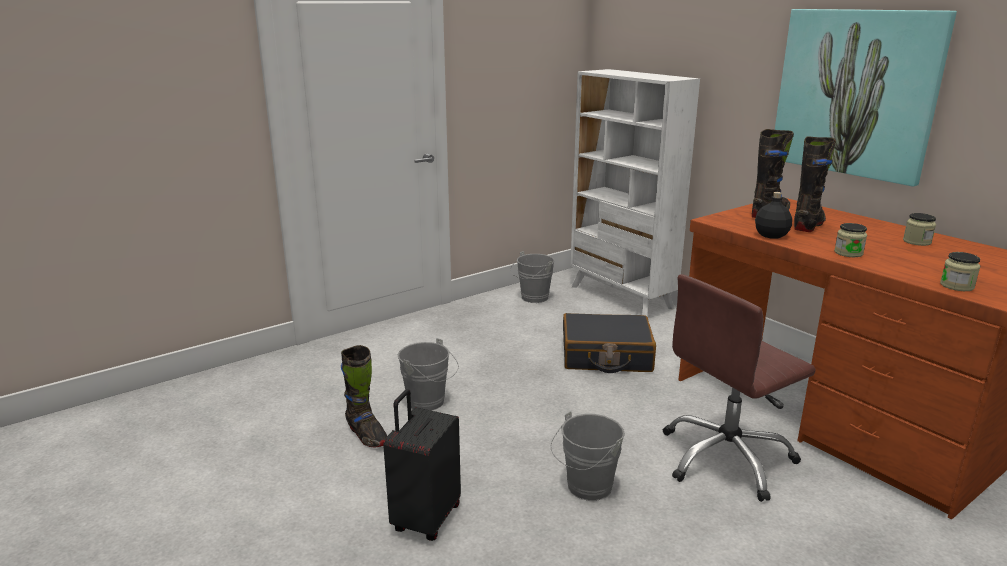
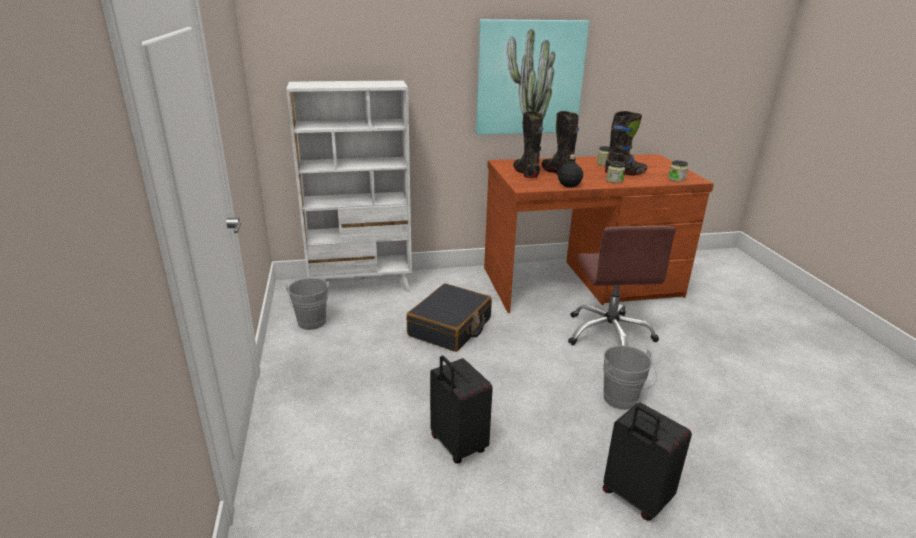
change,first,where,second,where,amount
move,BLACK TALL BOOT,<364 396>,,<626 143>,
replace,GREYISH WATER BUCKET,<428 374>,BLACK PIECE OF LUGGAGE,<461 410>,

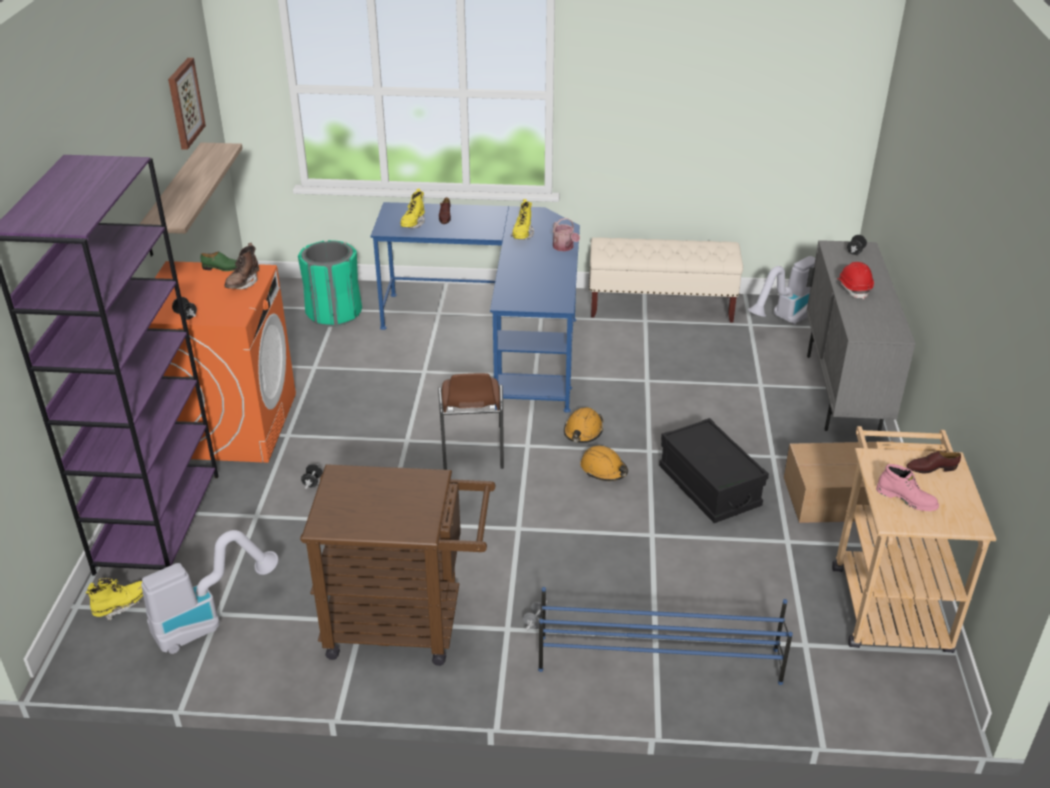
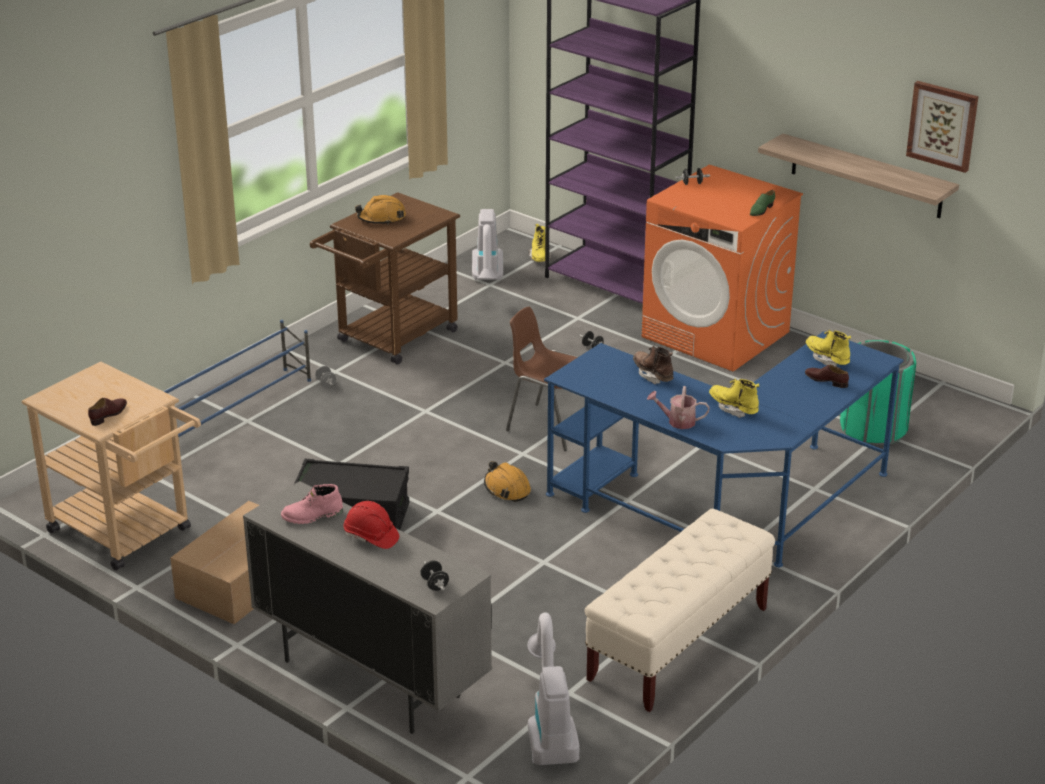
change,first,where,second,where,amount
move,BROWNISH TALL BOOT,<242 266>,,<653 365>,
move,ORANGEY WORK HELMET,<604 463>,,<380 210>,
move,PINK TALL BOOT,<907 487>,,<312 504>,

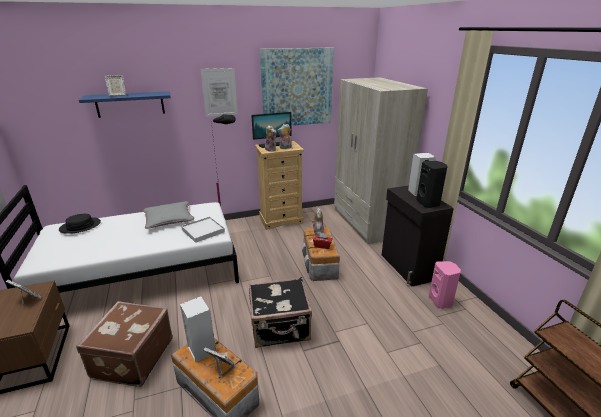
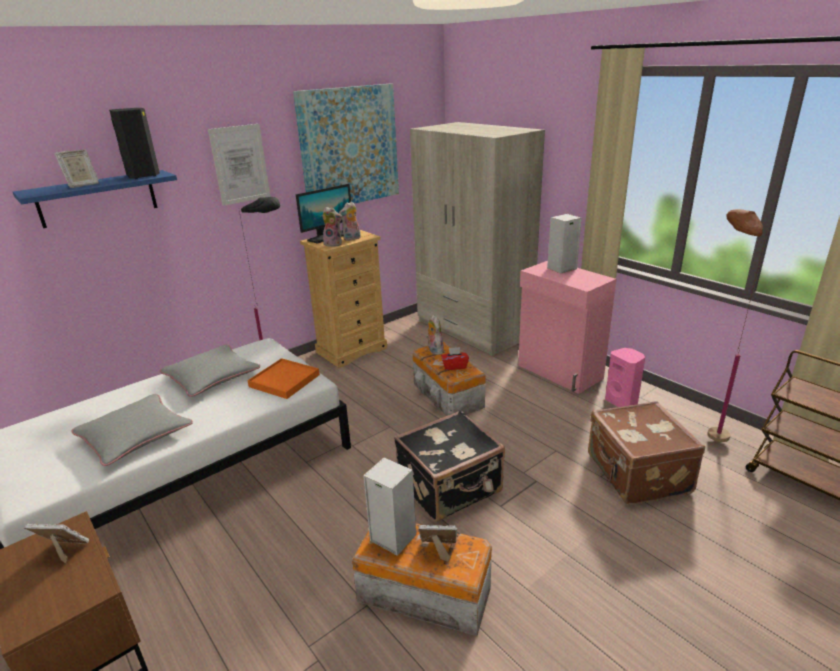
change,first,where,second,where,amount
delete,BLACK HAT,<80 224>,,,
insert,,,GREYISH PILLOW,<132 430>,
insert,,,BROWNISH FLOOR LAMP,<737 325>,
move,BROWNISH PIECE OF LUGGAGE,<124 344>,,<646 453>,
move,BLACK SPEAKER,<432 184>,,<134 143>,
recolor,WHITE CARRYING TRAY,<203 230>,ORANGEY CARRYING TRAY,<283 378>,
recolor,BLACK STORAGE CABINET,<418 235>,PINK STORAGE CABINET,<567 327>,

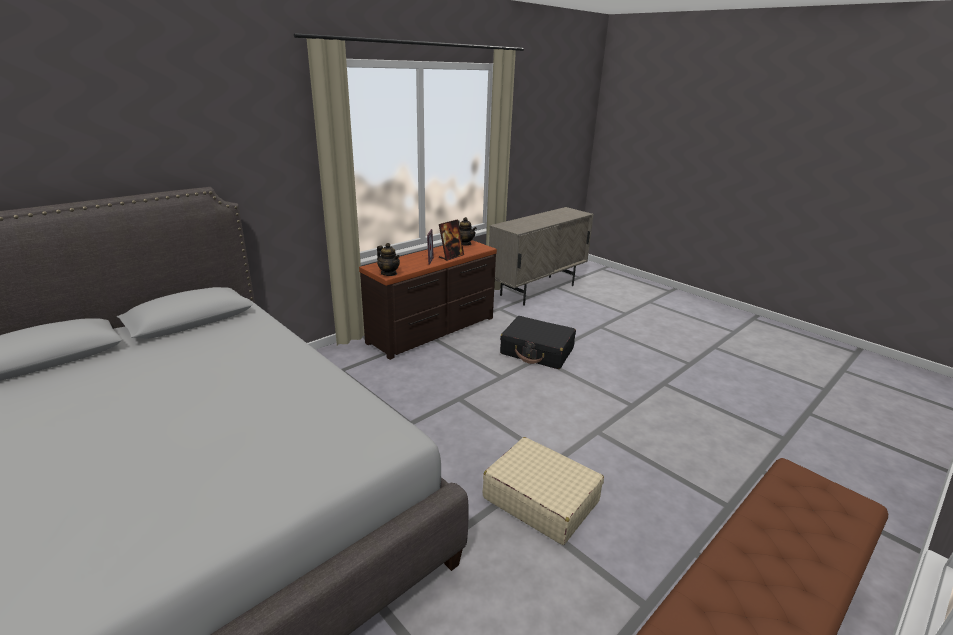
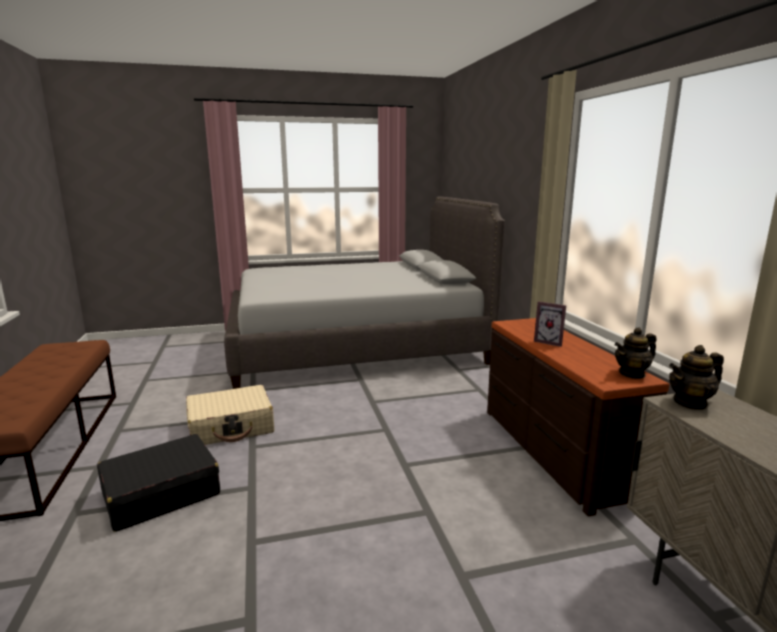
change,first,where,second,where,amount
delete,PICTURE FRAME,<451 240>,,,
move,TEAPOT,<388 259>,,<696 377>,
move,BLACK PIECE OF LUGGAGE,<538 342>,,<158 483>,

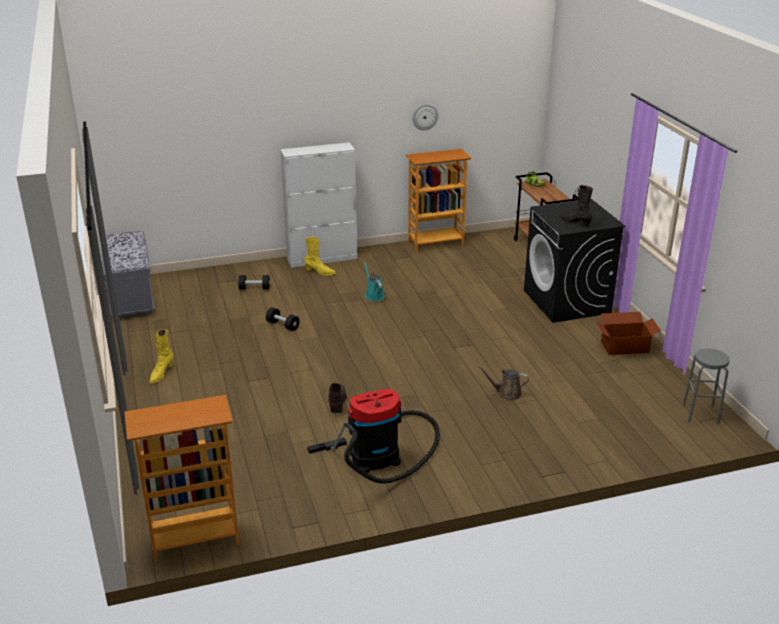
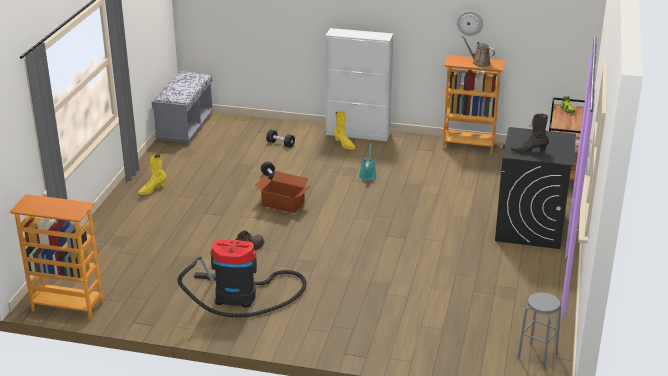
change,first,where,second,where,amount
move,BROWNISH WATERING POT,<503 383>,,<478 51>,
move,CARDBOARD BOX,<628 333>,,<282 192>,
rotate,BLACK TALL BOOT,<576 206>,,<530 134>,75 degrees counterclockwise

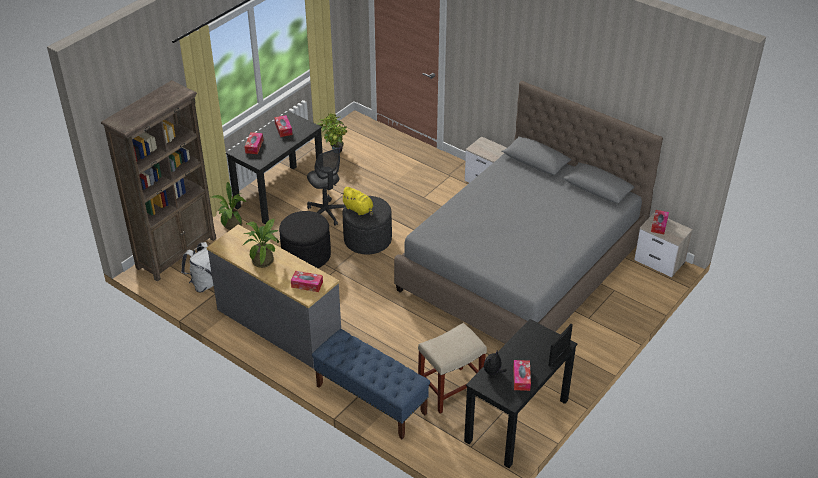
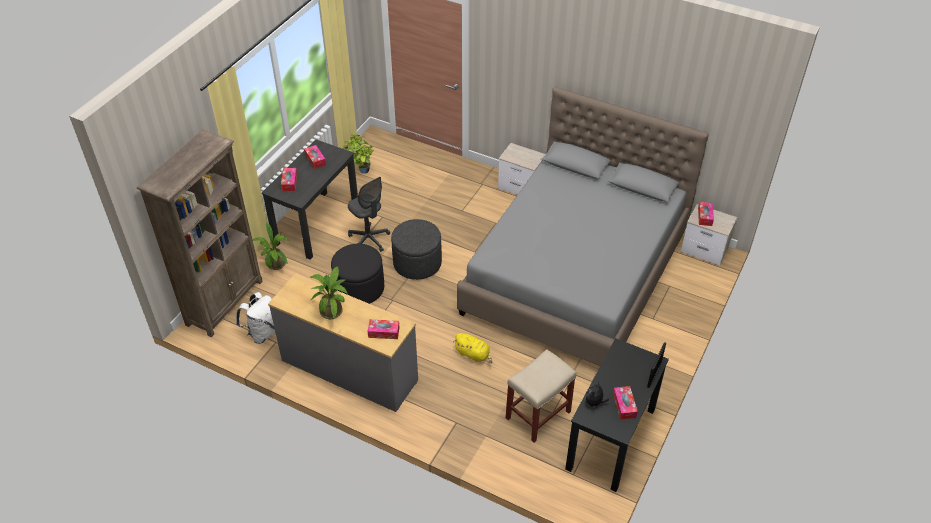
change,first,where,second,where,amount
delete,BLUISH INDOOR BENCH,<371 384>,,,
move,YELLOW-COLOURED PLUSH TOY,<357 201>,,<472 348>,

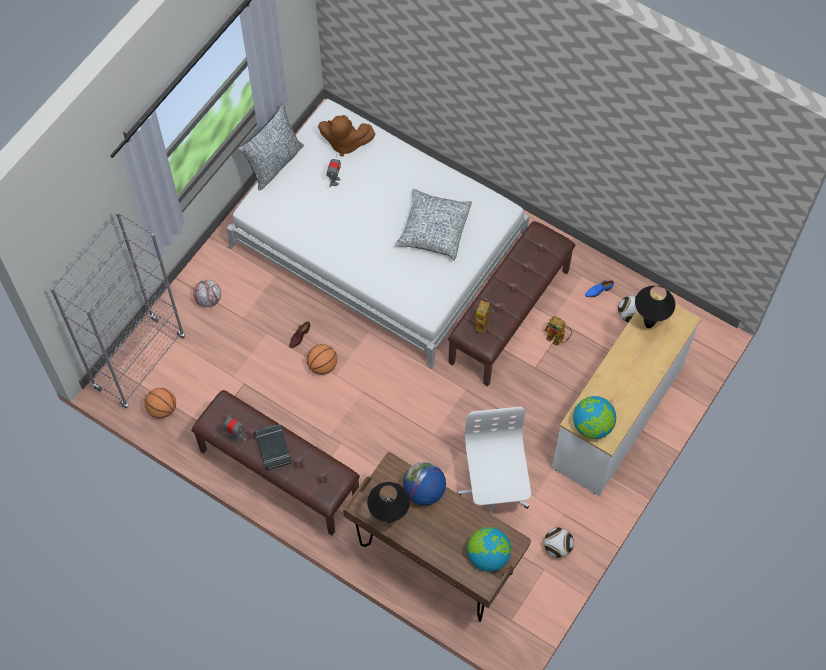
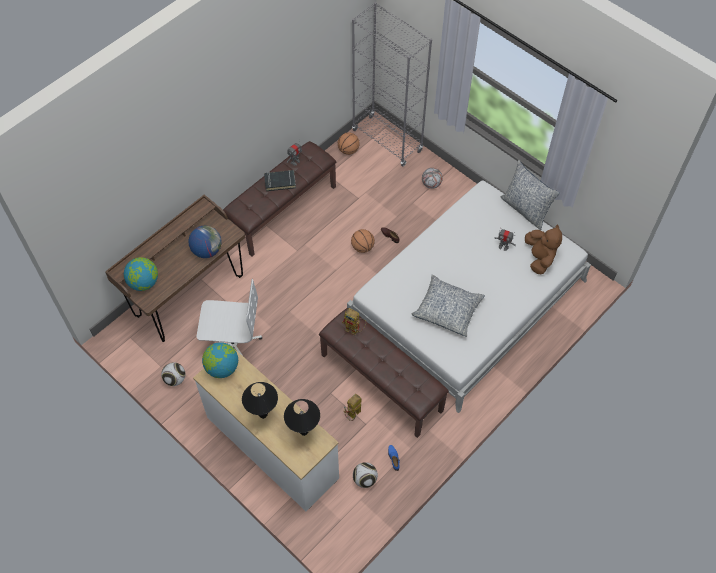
change,first,where,second,where,amount
move,BLACK TABLETOP LAMP,<388 502>,,<260 400>,
rotate,BROWNISH PLUSH TOY,<346 136>,,<543 249>,150 degrees clockwise

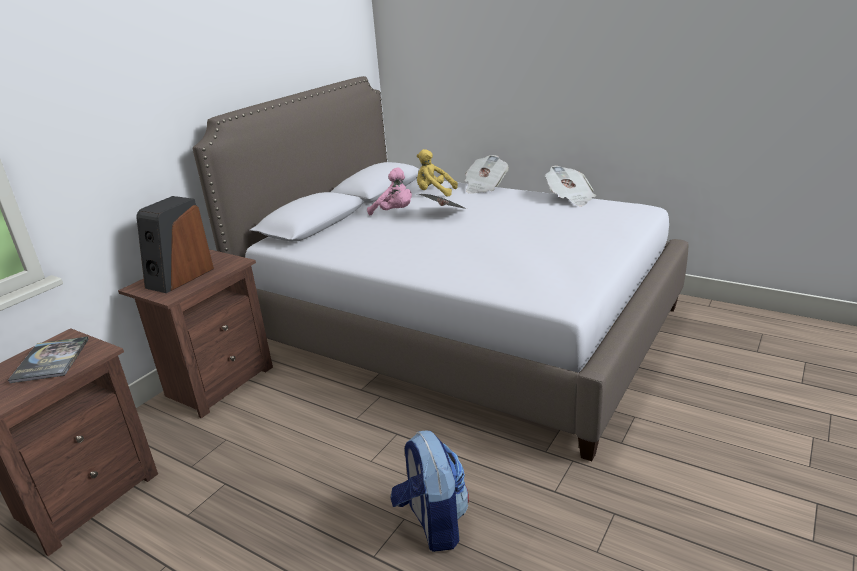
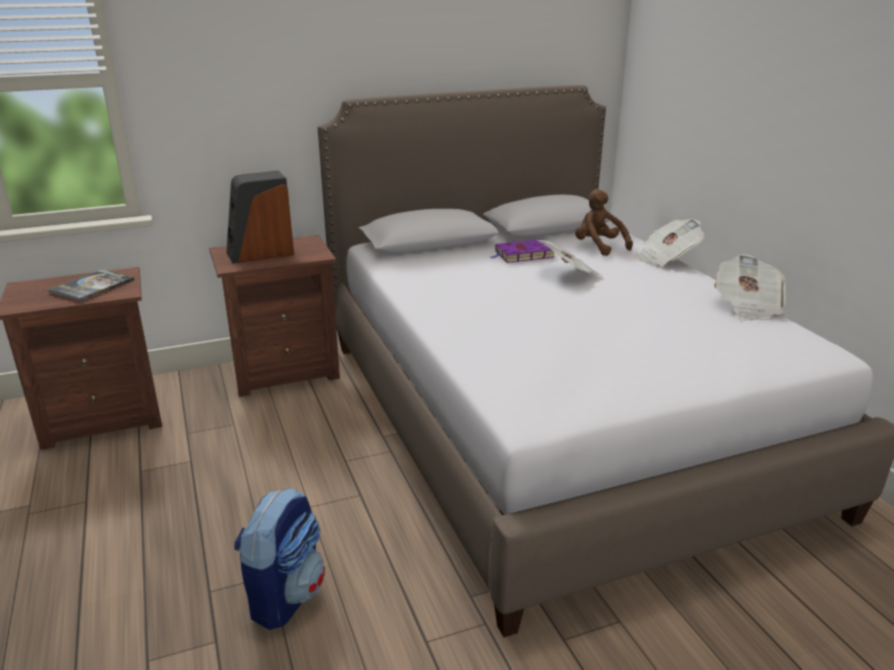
change,first,where,second,where,amount
replace,PINK PLUSH TOY,<389 191>,PURPLE-COLOURED BOUND BOOK,<523 251>,
recolor,YELLOW-COLOURED PLUSH TOY,<437 173>,BROWNISH PLUSH TOY,<604 222>,

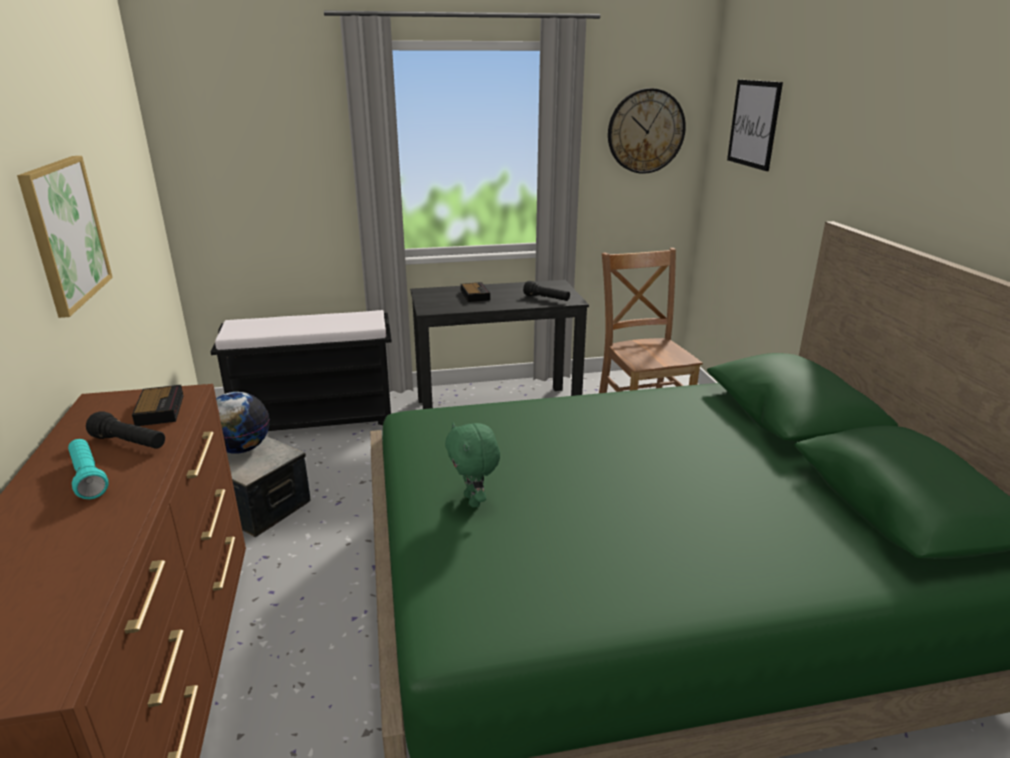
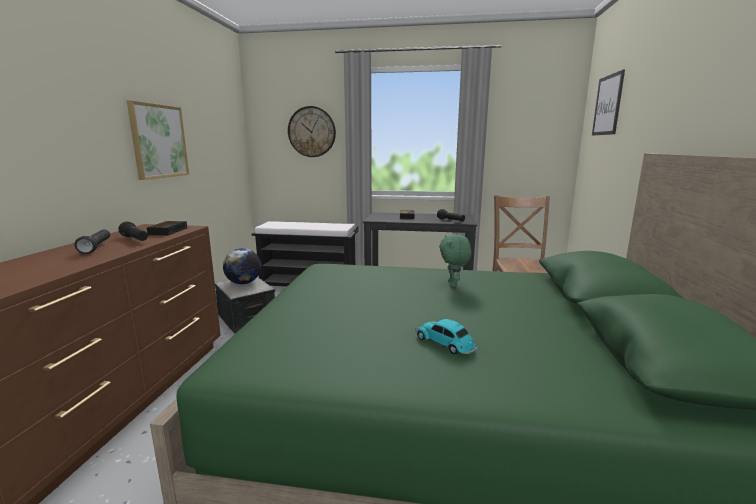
change,first,where,second,where,amount
insert,,,TOY CAR,<447 337>,
move,GREENISH PLUSH TOY,<472 465>,,<455 260>,
move,WALL CLOCK,<647 131>,,<312 131>,
recolor,BLUE-GREEN HAND TORCH,<88 469>,BLACK HAND TORCH,<92 241>,

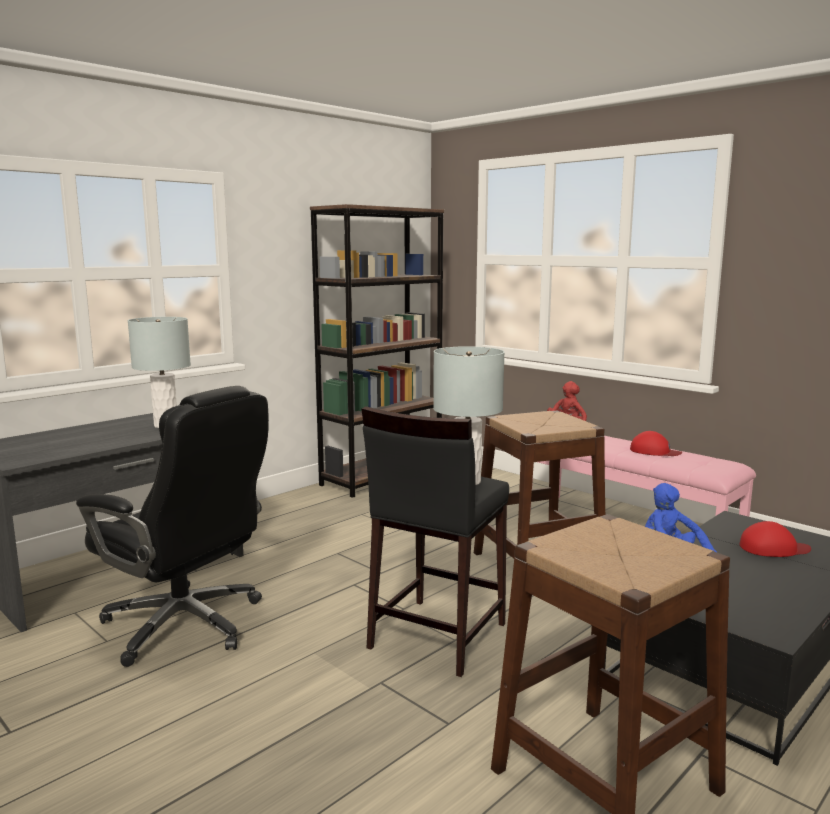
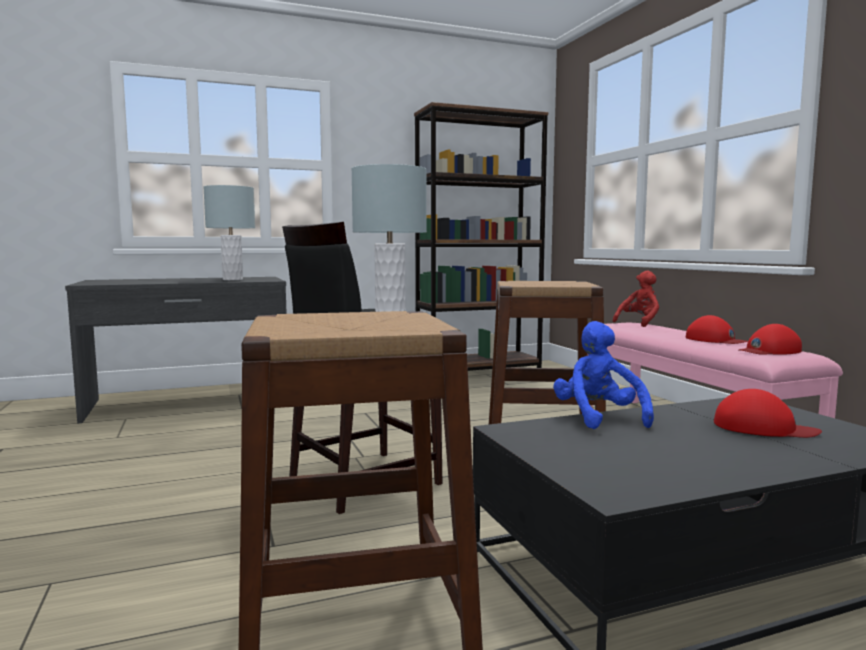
change,first,where,second,where,amount
delete,BLACK OFFICE CHAIR,<172 526>,,,
insert,,,RED PEAKED CAP,<770 339>,

